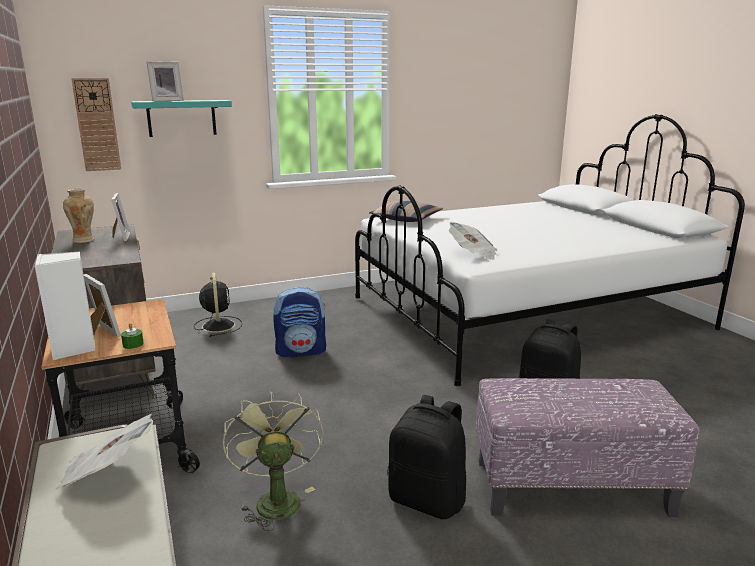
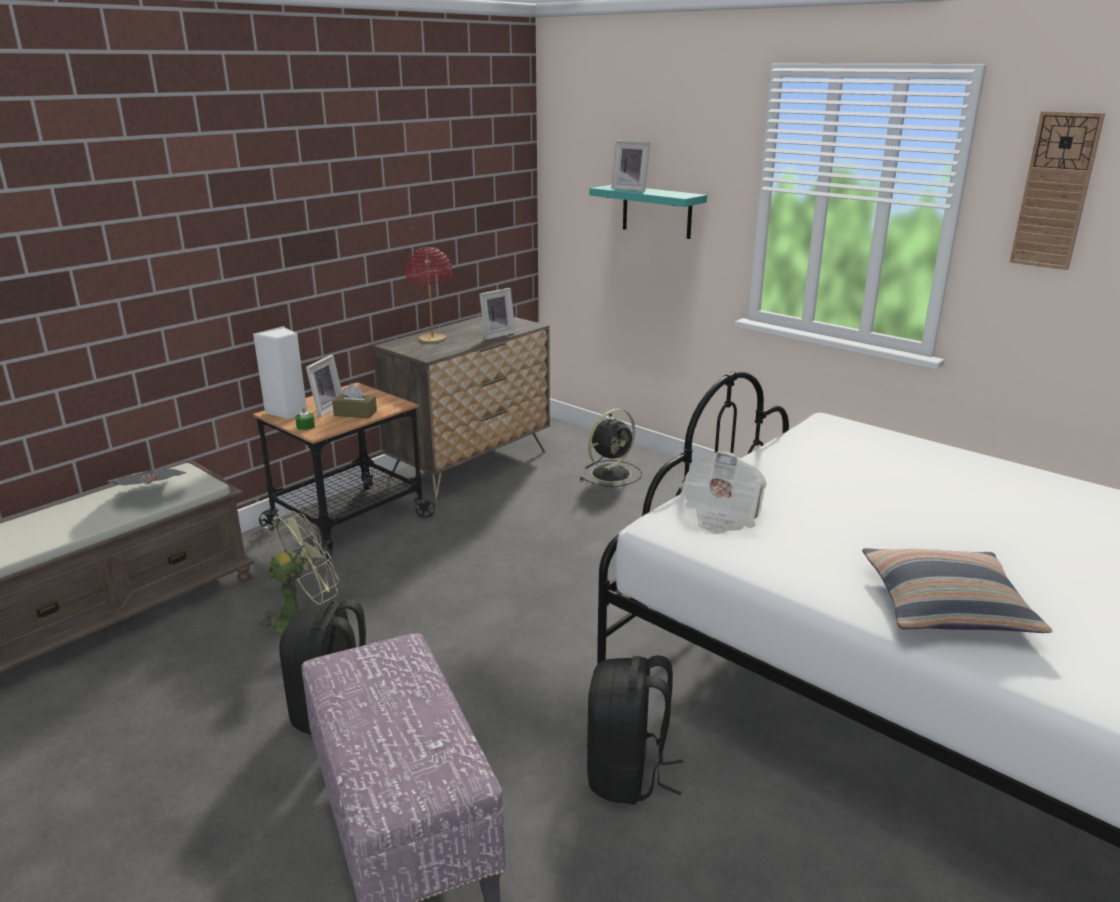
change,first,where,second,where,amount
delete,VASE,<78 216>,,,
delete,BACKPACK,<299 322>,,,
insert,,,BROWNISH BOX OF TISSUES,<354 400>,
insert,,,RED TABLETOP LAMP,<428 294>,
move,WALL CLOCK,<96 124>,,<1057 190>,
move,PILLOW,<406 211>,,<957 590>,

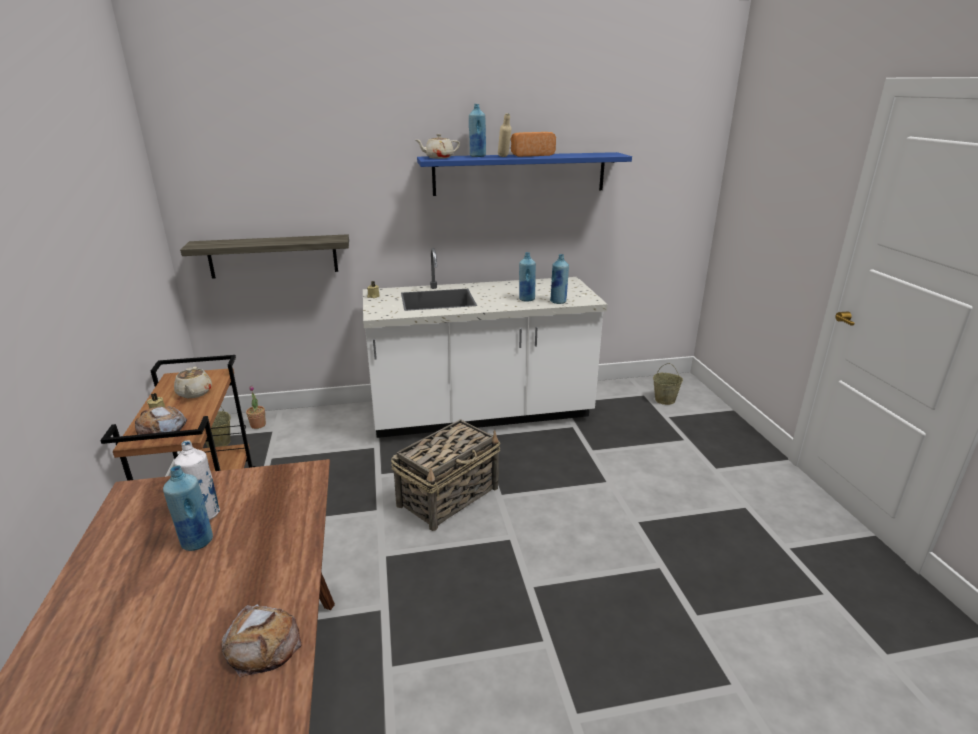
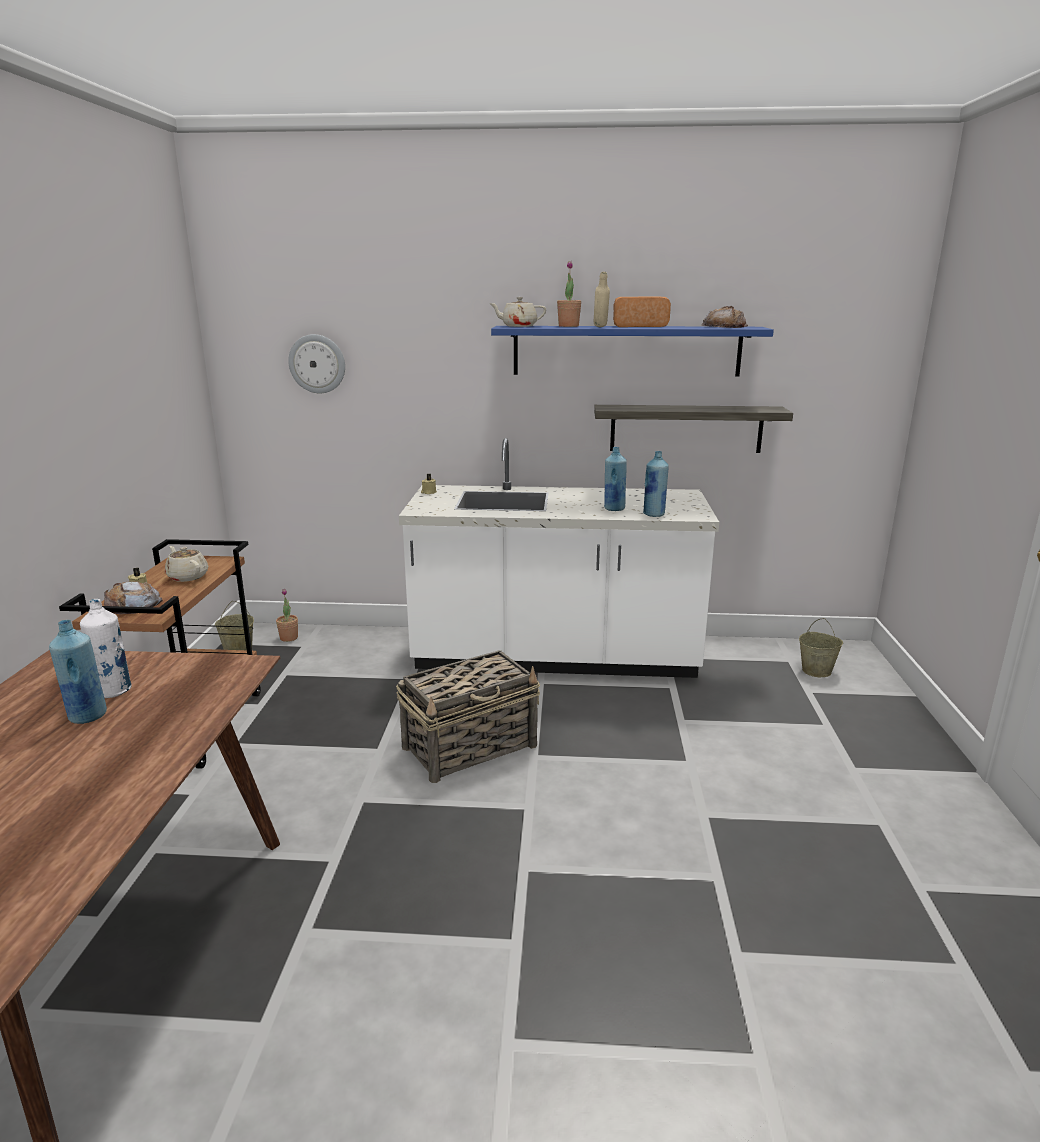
change,first,where,second,where,amount
insert,,,WALL CLOCK,<316 364>,
move,WALL SHELF,<264 256>,,<693 429>,
move,BREAD,<261 640>,,<725 317>,
replace,BLUISH BOTTLE,<477 130>,POTTED PLANT,<569 294>,
rotate,BEIGE-COLOURED TEAPOT,<193 382>,,<186 564>,135 degrees clockwise

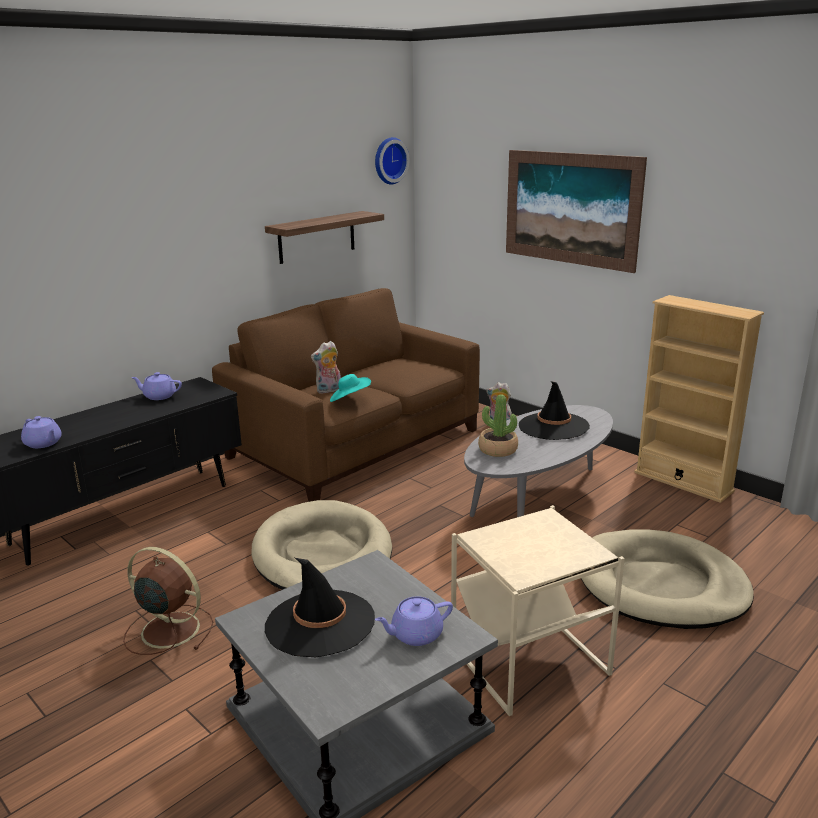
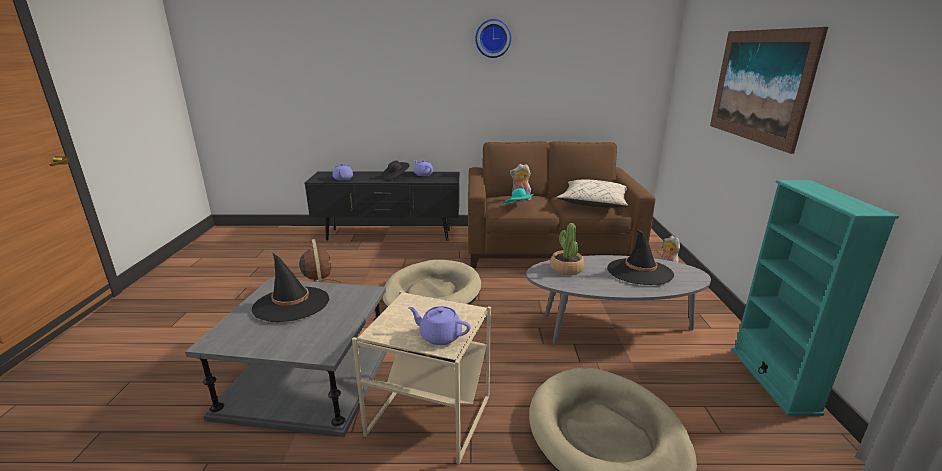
change,first,where,second,where,amount
delete,WALL SHELF,<324 237>,,,
insert,,,BLACK HAT,<396 171>,
insert,,,BEIGE-COLOURED PILLOW,<592 193>,
move,WALL CLOCK,<392 161>,,<493 38>,
move,PURPLE-COLOURED TEAPOT,<414 621>,,<439 325>,
recolor,BEIGE-COLOURED BOOKCASE,<699 399>,BLUE-GREEN BOOKCASE,<815 298>,

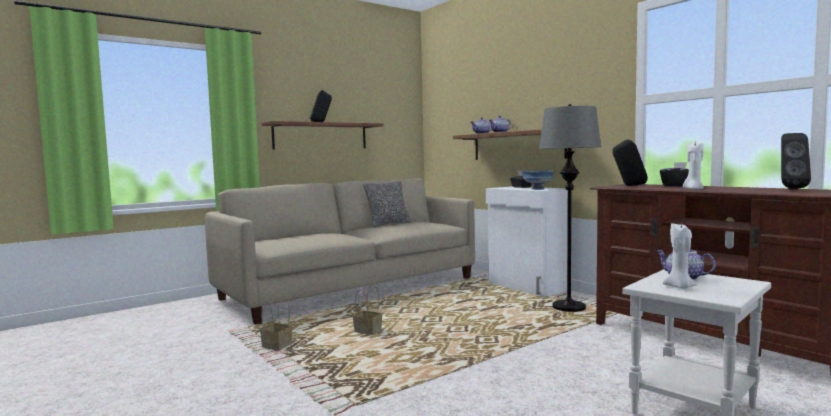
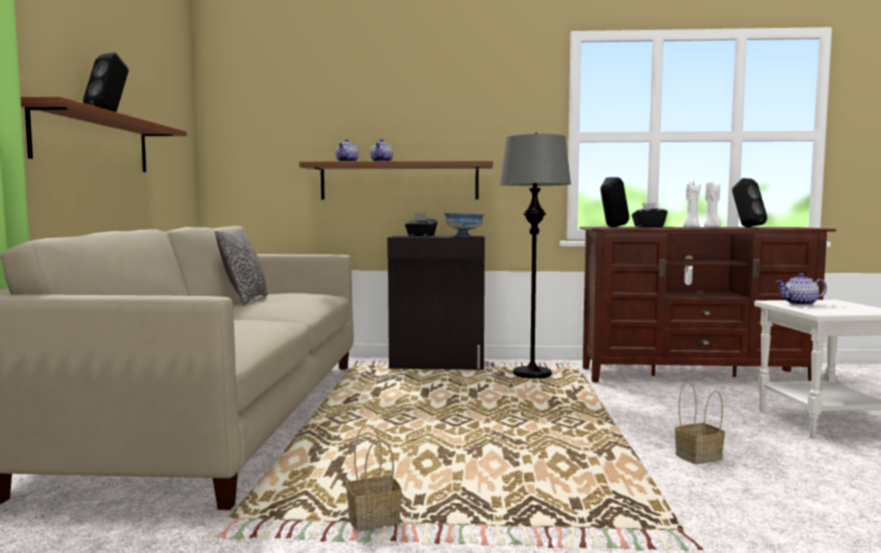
change,first,where,second,where,amount
move,HOUSEHOLD BASKET,<367 310>,,<700 423>,
move,WHITE WAX CANDLE,<679 255>,,<713 204>,
recolor,WHITE STORAGE CABINET,<527 241>,BLACK STORAGE CABINET,<436 302>,

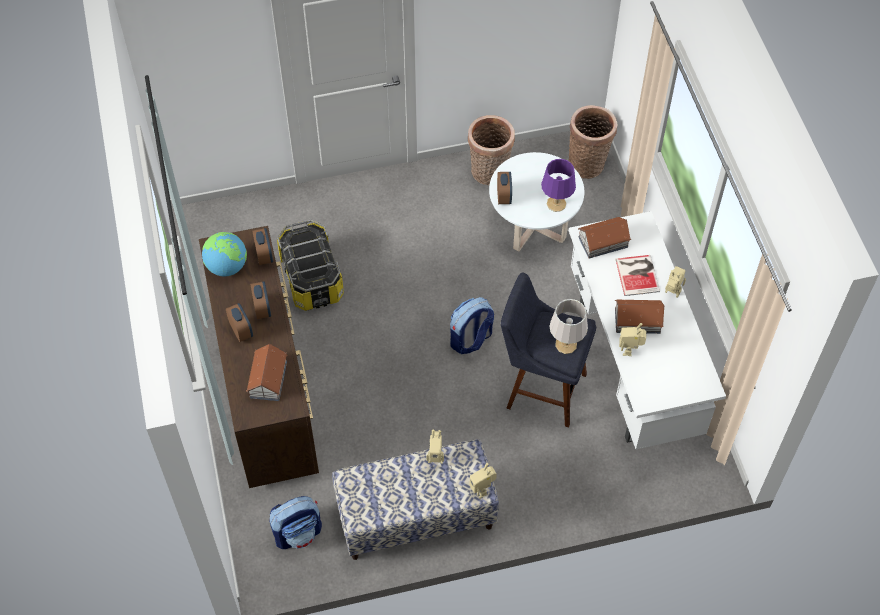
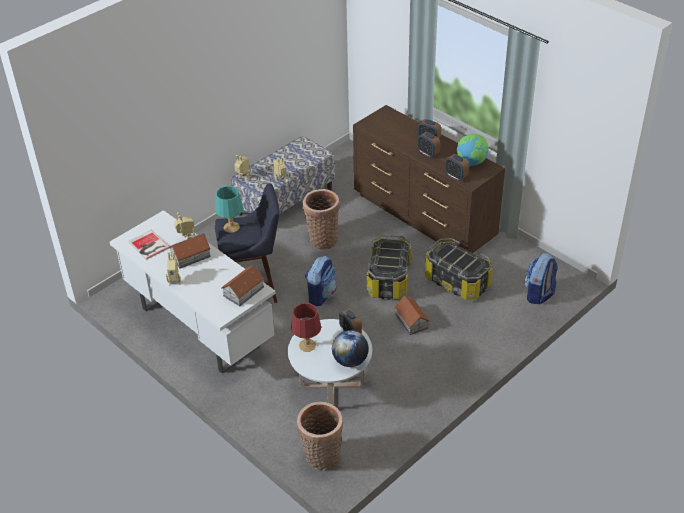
change,first,where,second,where,amount
insert,,,DESK GLOBE,<350 348>,
insert,,,STORAGE BOX,<389 267>,
move,MODEL HOUSE,<266 372>,,<412 315>,
move,BACKPACK,<295 522>,,<541 278>,
move,HOUSEHOLD BASKET,<491 150>,,<321 219>,
move,BOUND BOOK,<637 275>,,<148 245>,
recolor,PURPLE-COLOURED TABLETOP LAMP,<558 185>,RED TABLETOP LAMP,<306 327>,
recolor,GREYISH TABLETOP LAMP,<568 326>,BLUE-GREEN TABLETOP LAMP,<229 209>,

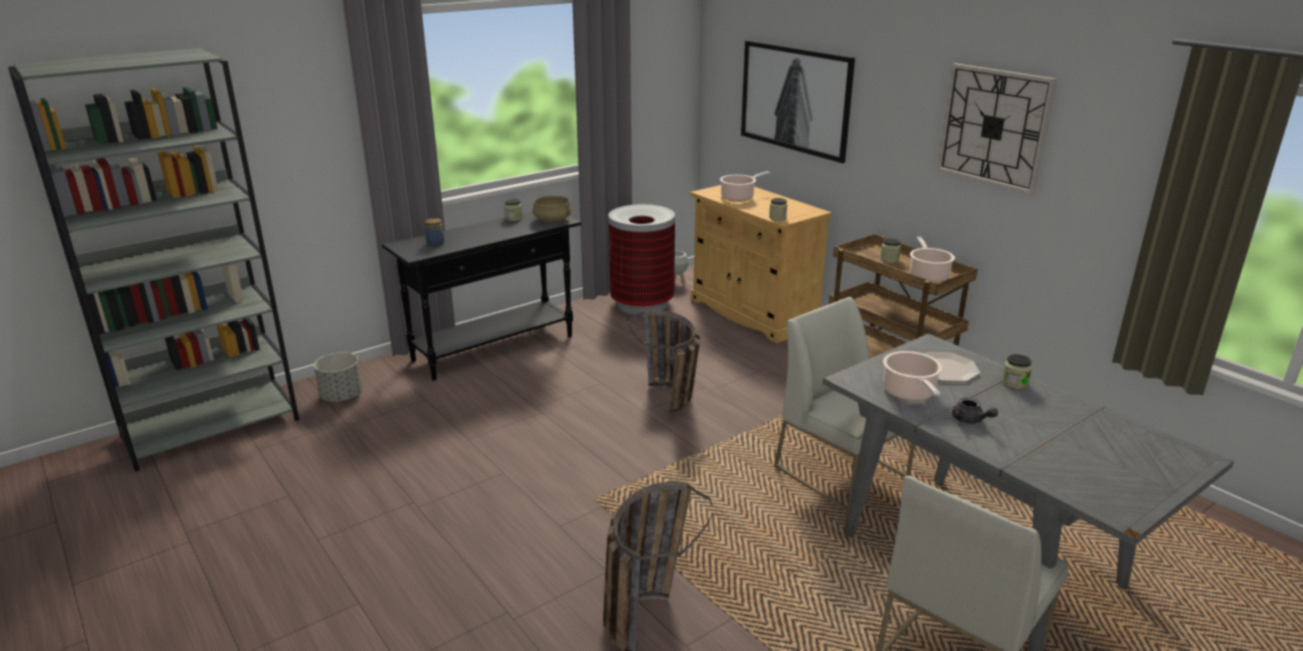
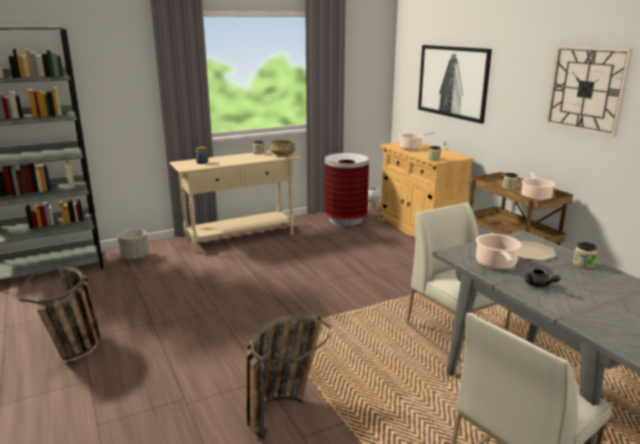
change,first,where,second,where,amount
move,HOUSEHOLD BASKET,<663 361>,,<58 313>,
recolor,BLACK CONSOLE TABLE,<481 296>,BEIGE-COLOURED CONSOLE TABLE,<235 202>,

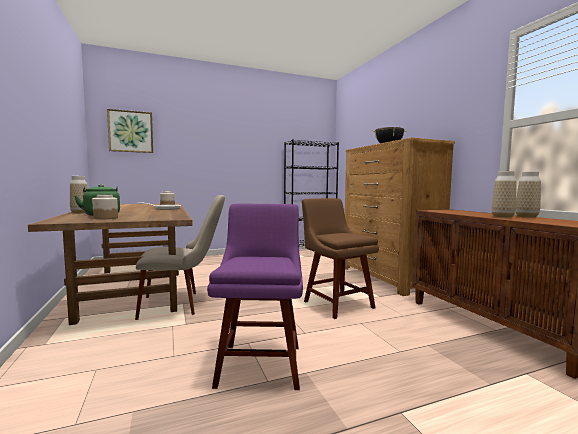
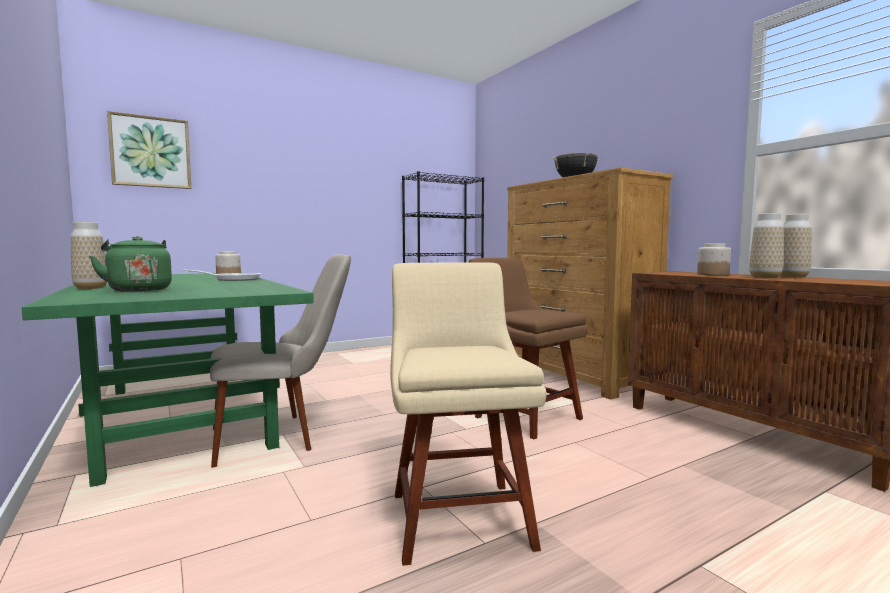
change,first,where,second,where,amount
move,STORAGE JAR,<105 207>,,<714 259>,
recolor,BROWNISH DINING TABLE,<110 264>,GREENISH DINING TABLE,<168 380>,
recolor,PURPLE-COLOURED CHAIR,<255 297>,BEIGE-COLOURED CHAIR,<468 414>,

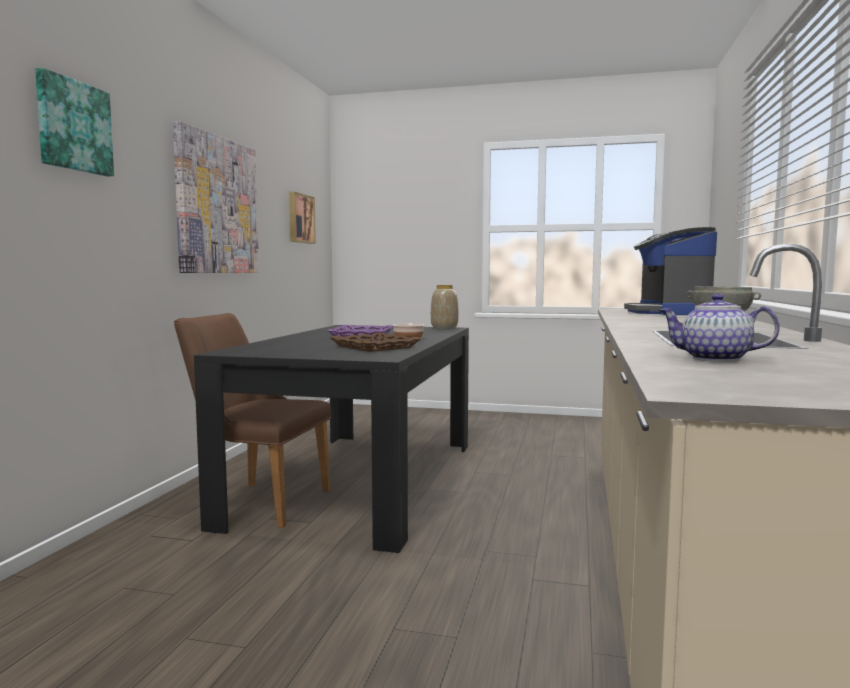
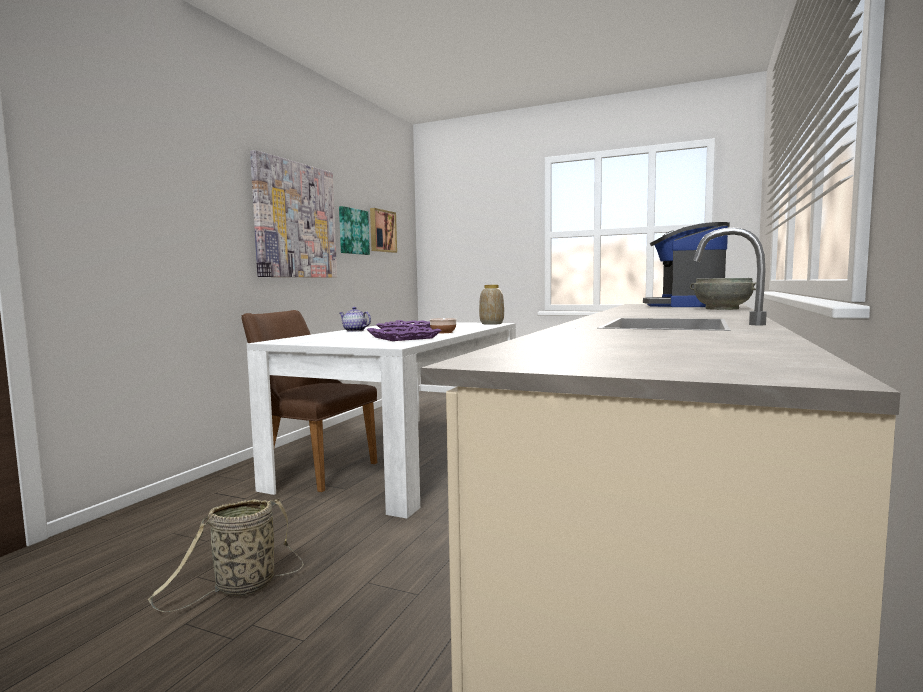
change,first,where,second,where,amount
insert,,,HOUSEHOLD BASKET,<226 555>,
move,WALL PICTURE,<74 122>,,<354 230>,
move,TEAPOT,<719 328>,,<355 319>,
recolor,BLACK DINING TABLE,<331 439>,WHITE DINING TABLE,<381 420>,
recolor,BROWNISH CARRYING TRAY,<374 342>,PURPLE-COLOURED CARRYING TRAY,<404 333>,

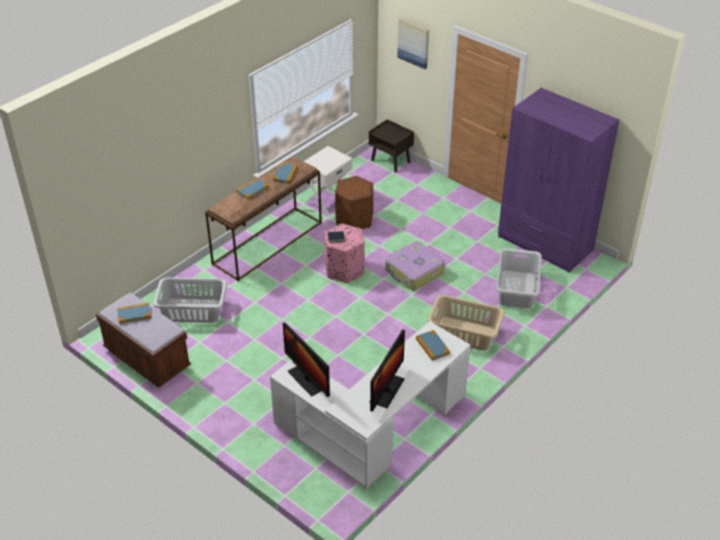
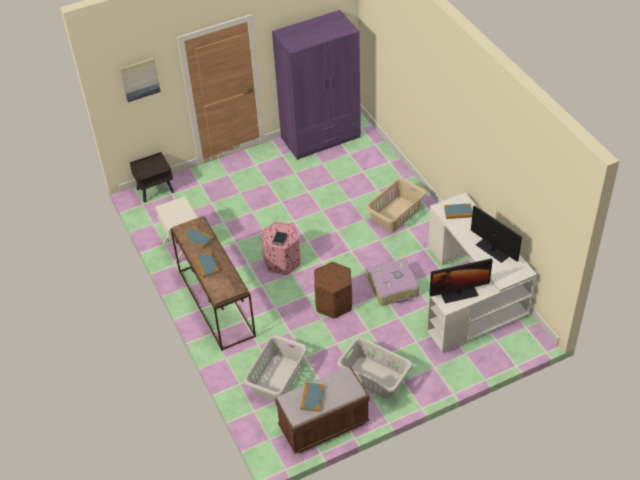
change,first,where,second,where,amount
move,BROWNISH POUFFE,<354 202>,,<333 290>,
move,PIECE OF LUGGAGE,<415 266>,,<393 282>,
move,GREYISH HAMPER,<519 278>,,<375 368>,

